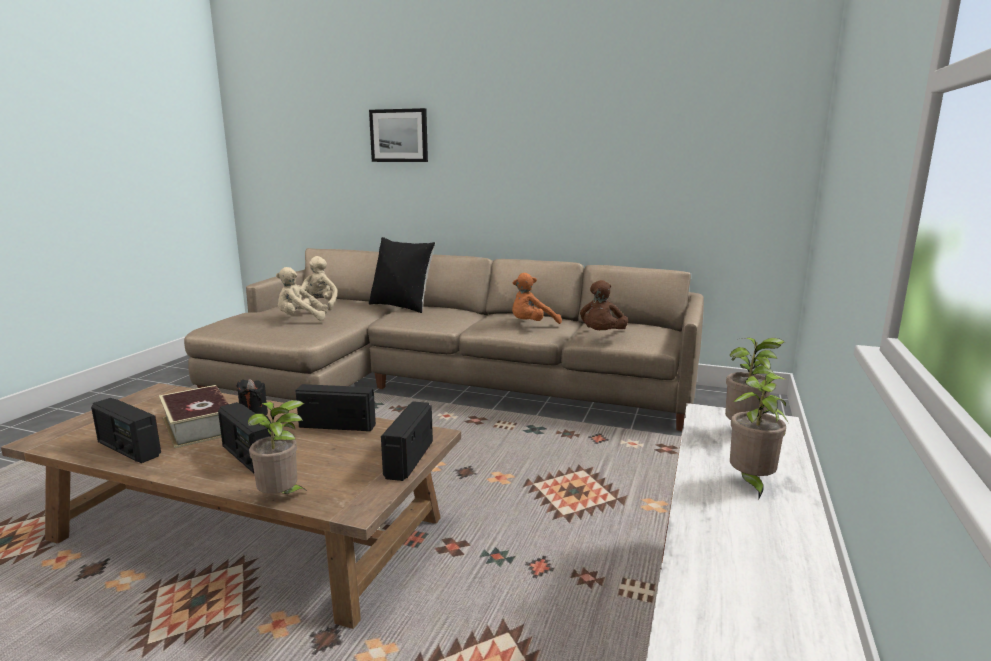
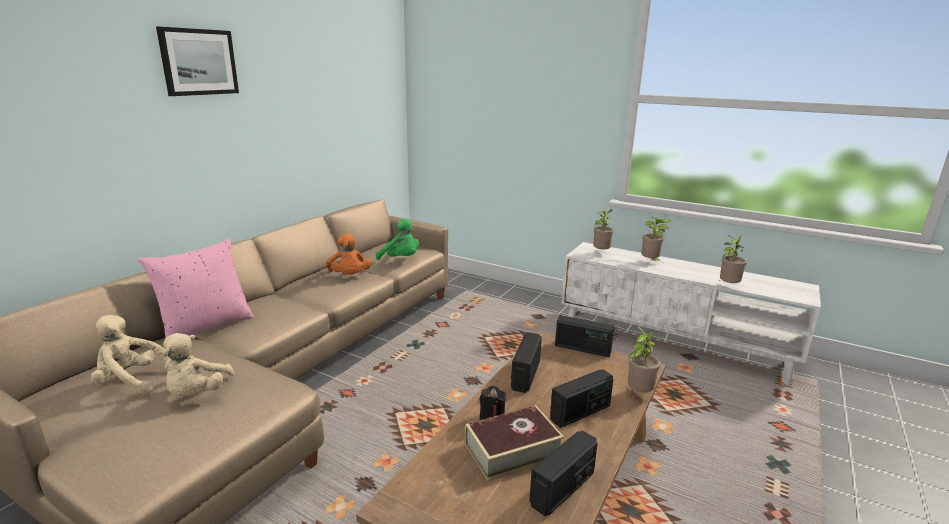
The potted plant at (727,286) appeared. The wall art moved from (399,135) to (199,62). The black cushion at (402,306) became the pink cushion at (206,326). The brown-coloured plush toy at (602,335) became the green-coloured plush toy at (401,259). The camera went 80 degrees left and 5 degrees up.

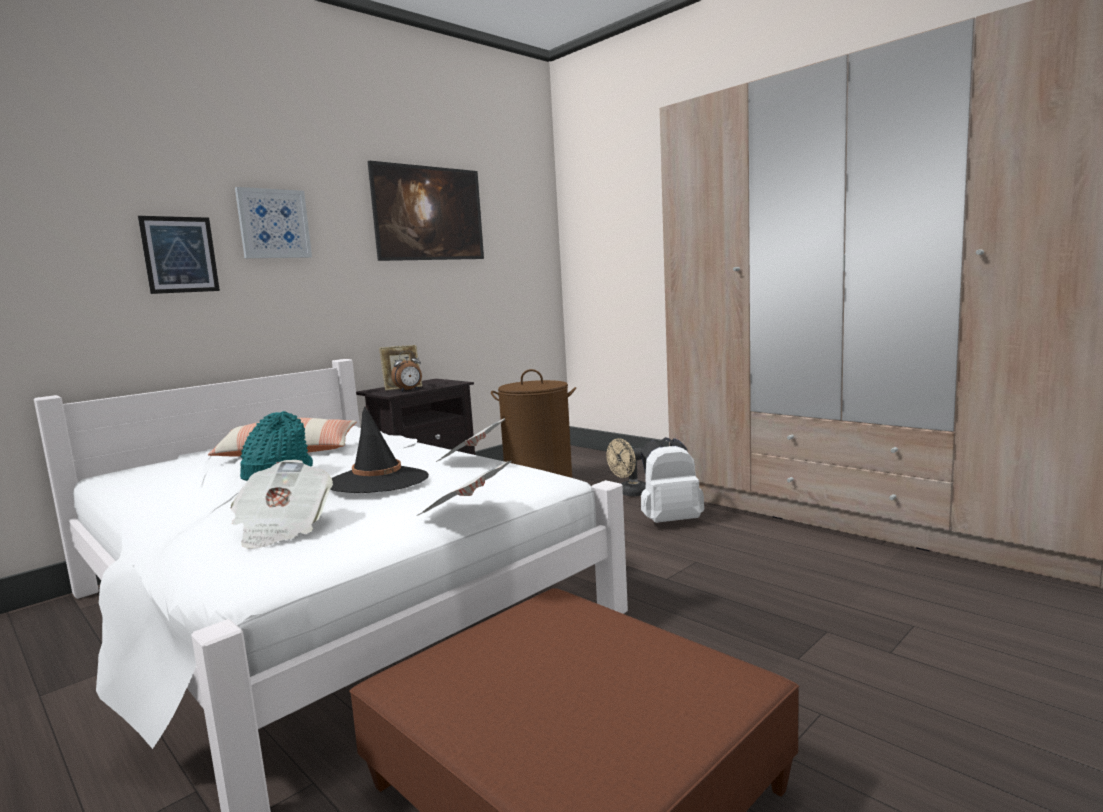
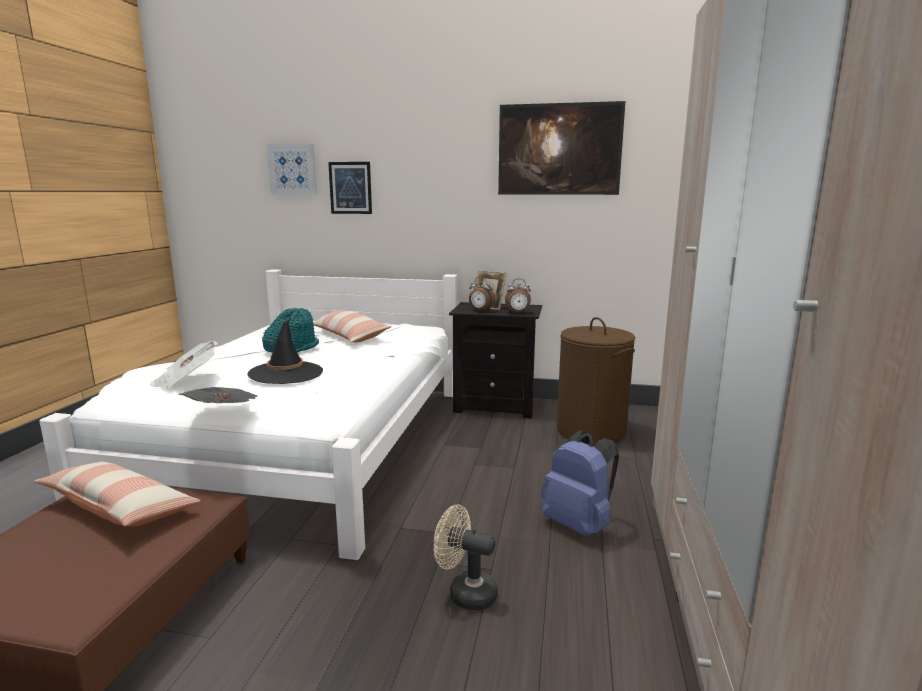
The daily paper at (472,460) disappeared. The cushion at (120,508) appeared. The alarm clock at (517,313) appeared. The wall art moved from (273,224) to (292,169). The beige cooling fan moved from (629,493) to (465,592). The white-coloured backpack at (670,521) became the blue-coloured backpack at (579,524). The camera went 55 degrees right and 5 degrees up.

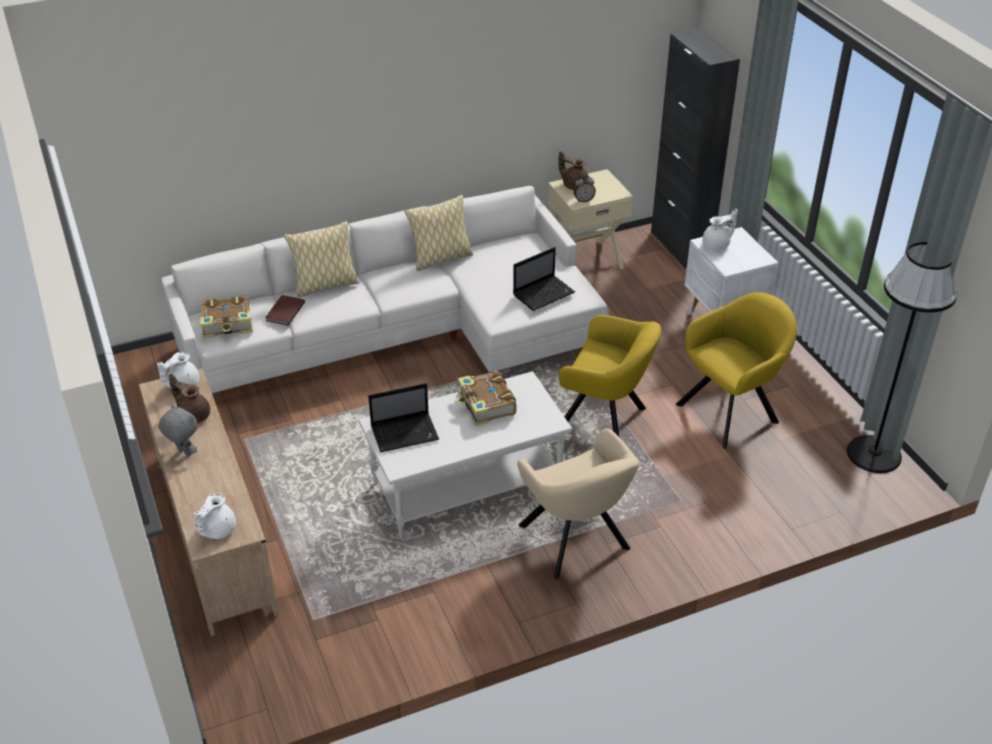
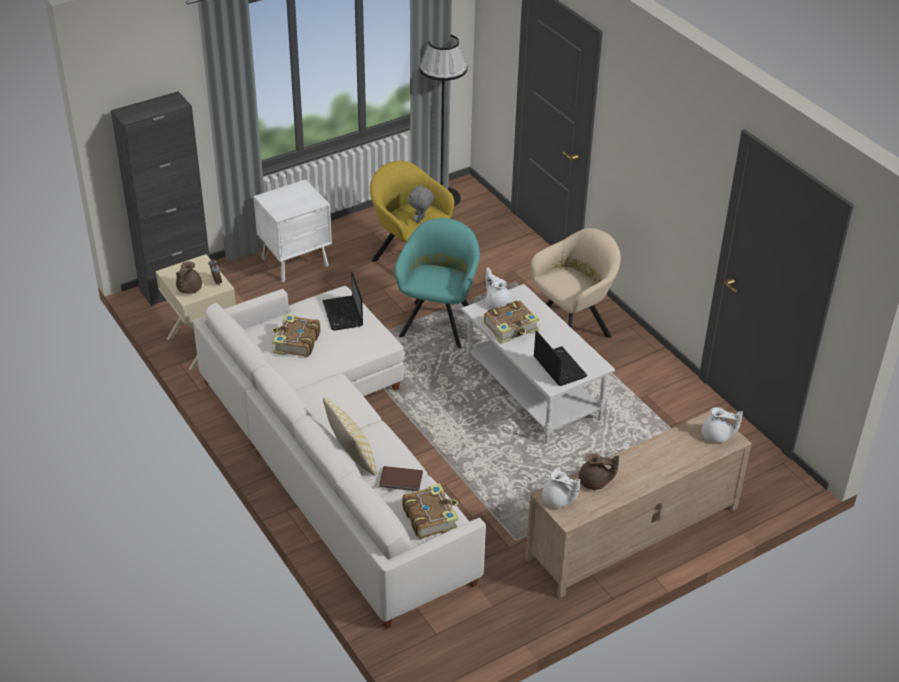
The cushion at (441,259) disappeared. The bound book at (296,342) appeared. The grey plush toy moved from (184,453) to (420,220). The white-coloured teapot moved from (717,245) to (497,303). The yellowish armchair at (605,423) became the turquoise-coloured armchair at (439,321). The brown-coloured teapot at (193,415) turned 105 degrees counterclockwise. The notebook computer at (544,293) turned 150 degrees counterclockwise. The camera went 100 degrees left and 0 degrees up.

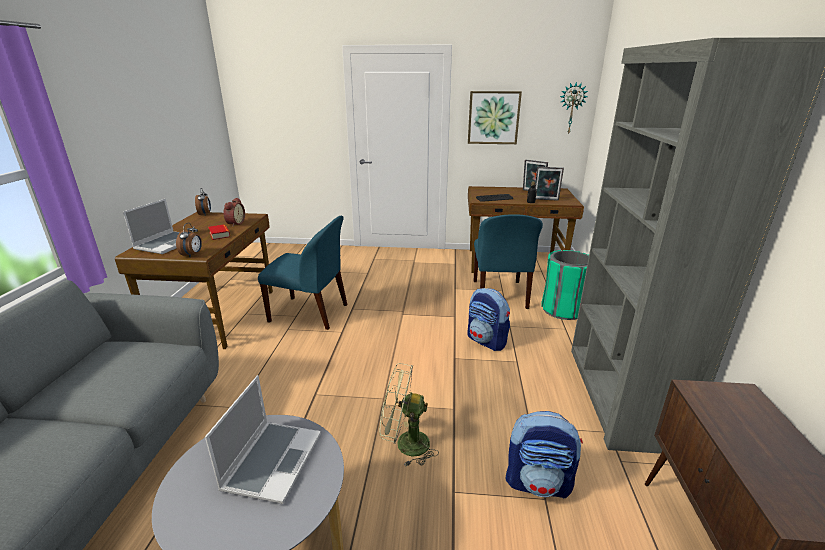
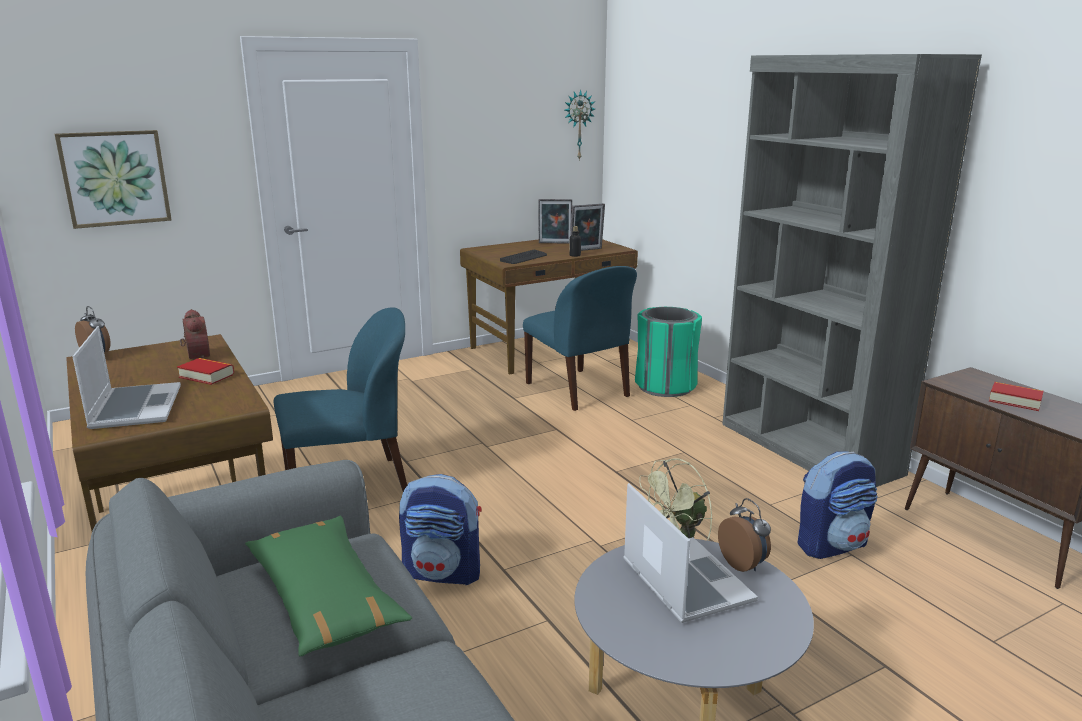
The green-coloured cushion at (324,598) appeared. The bound book at (1015,401) appeared. The alarm clock moved from (193,255) to (744,564). The backpack moved from (487,341) to (443,572). The wall art moved from (493,117) to (115,178). The camera went 35 degrees left and 5 degrees down.

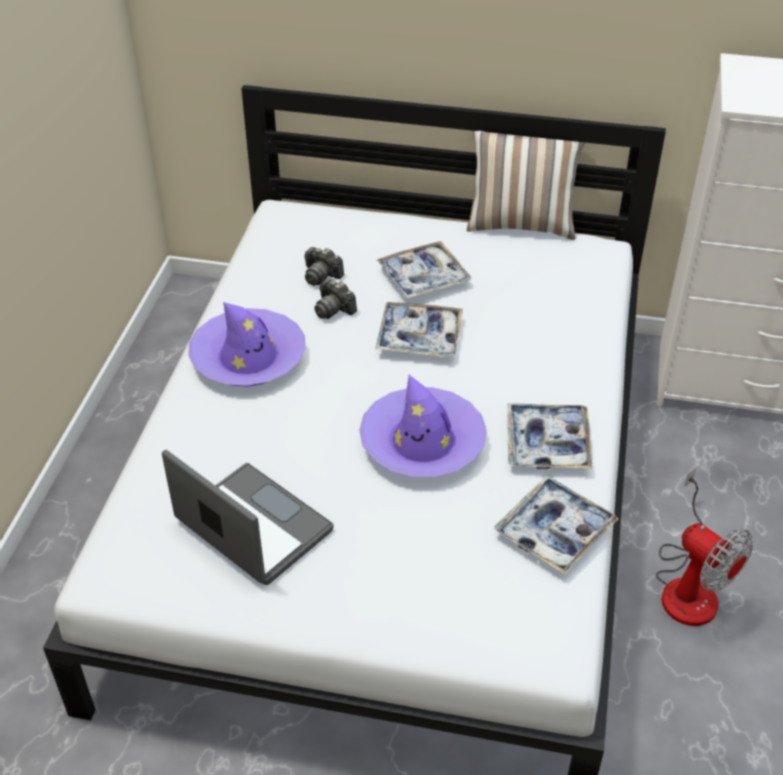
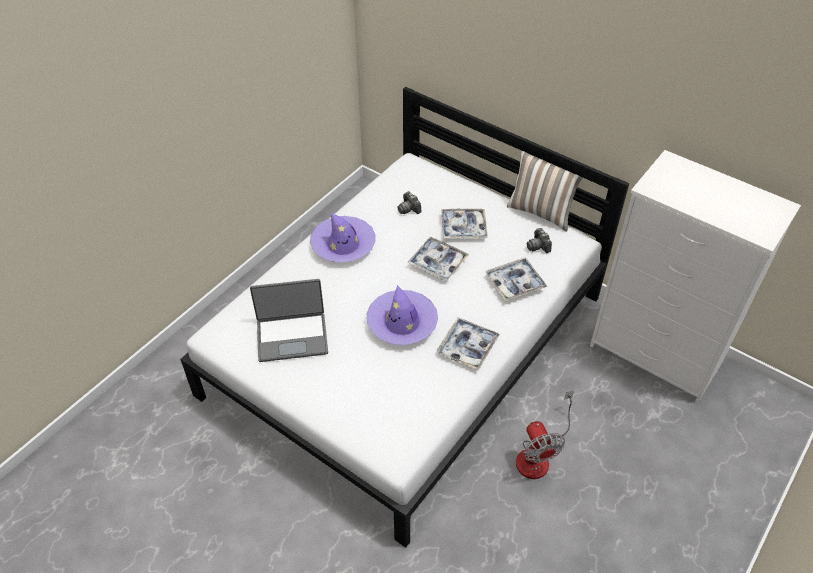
The still camera moved from (334,309) to (538,246). The carrying tray moved from (554,531) to (515,283). The notebook computer at (252,527) turned 105 degrees clockwise. The camera went 25 degrees right and 5 degrees up.

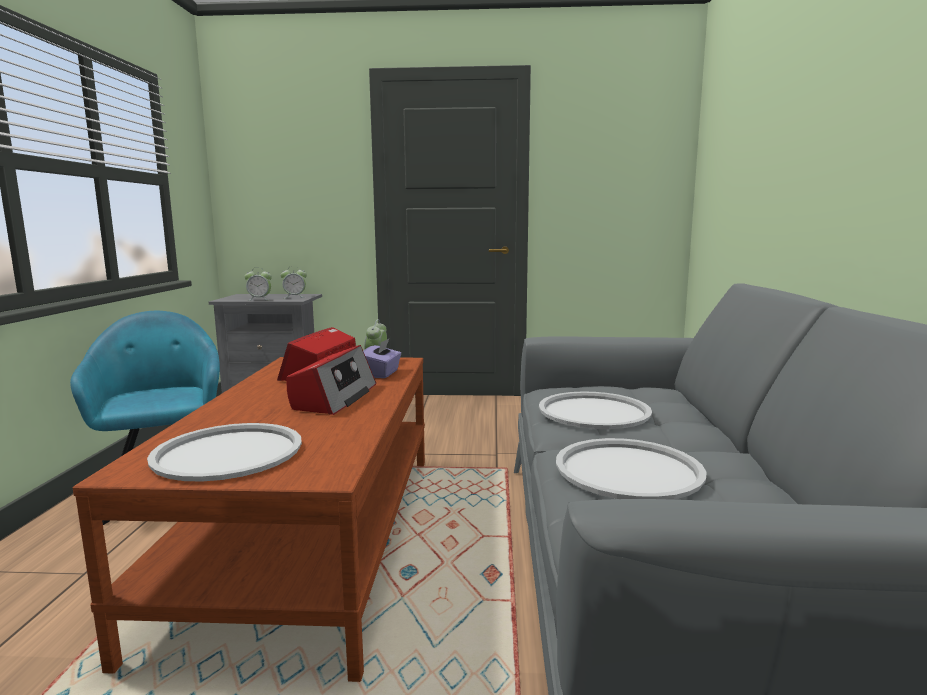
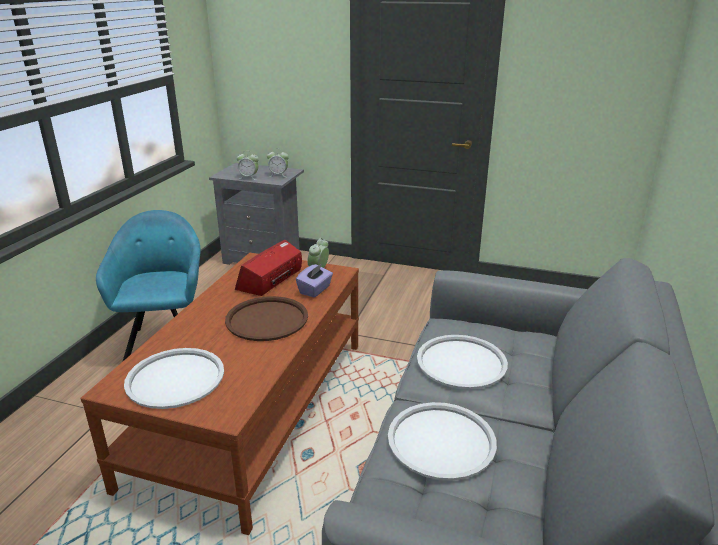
The radio set at (334,397) was replaced by the brown-coloured carrying tray at (267,319). The camera went 15 degrees right and 15 degrees up.

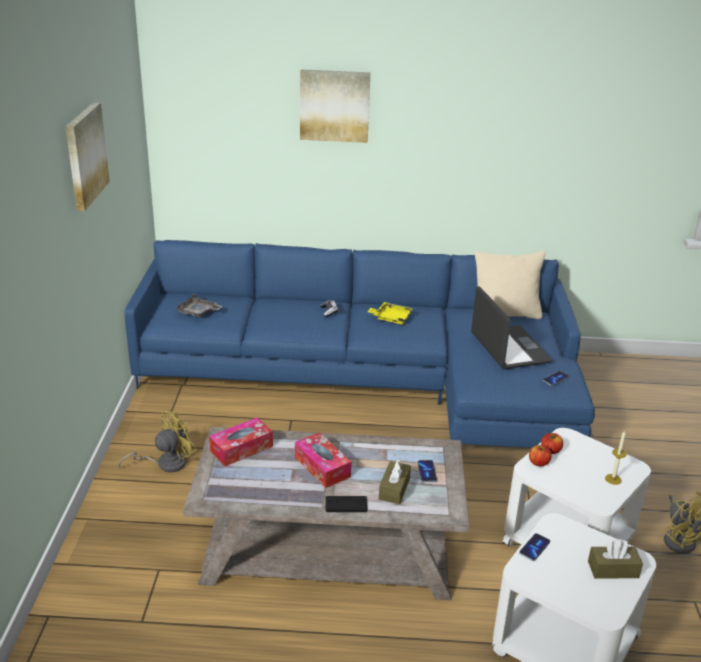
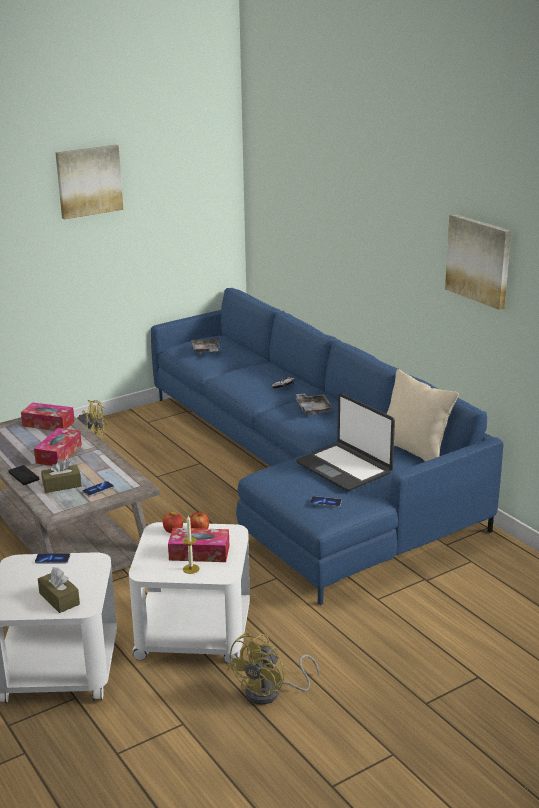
The tissue box at (199,553) appeared. The wall art moved from (334,105) to (479,260). The yellowish carrying tray at (391,318) became the grey carrying tray at (313,409). The notebook computer at (508,348) turned 105 degrees clockwise. The camera went 55 degrees right and 5 degrees down.

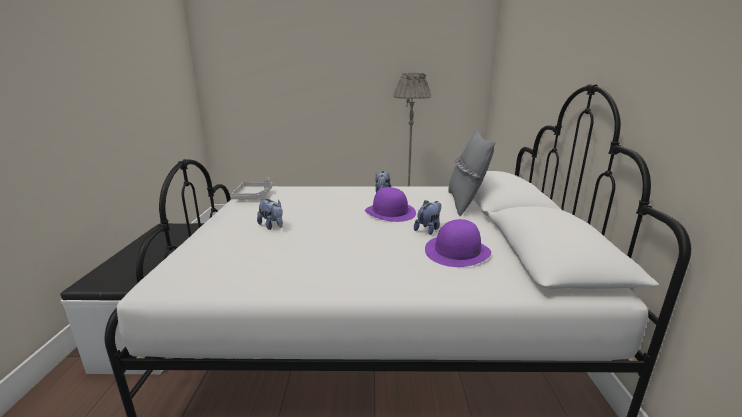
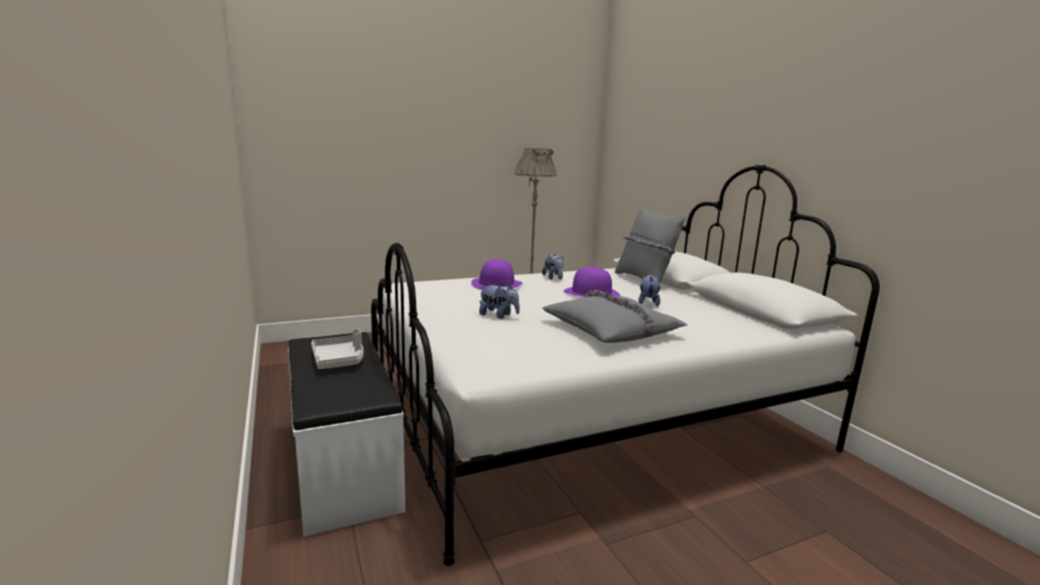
The grey cushion at (612,330) appeared. The grey carrying tray moved from (253,196) to (339,360). The purplish hat moved from (457,251) to (496,284). The camera went 25 degrees left and 5 degrees down.

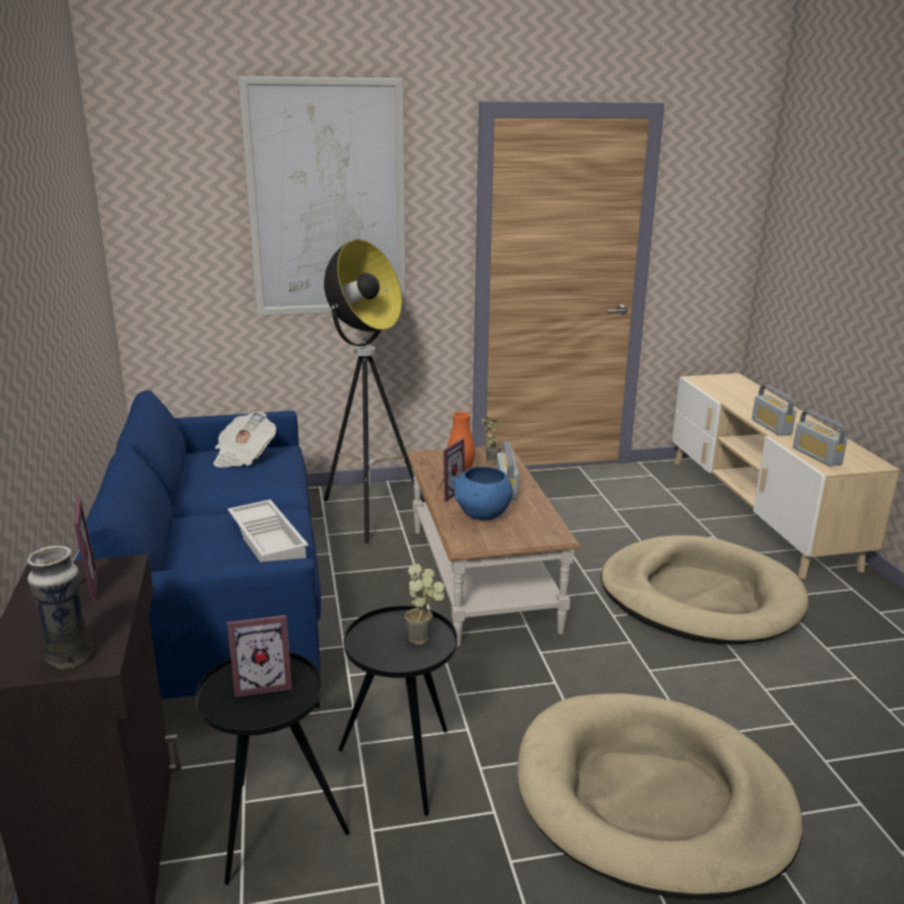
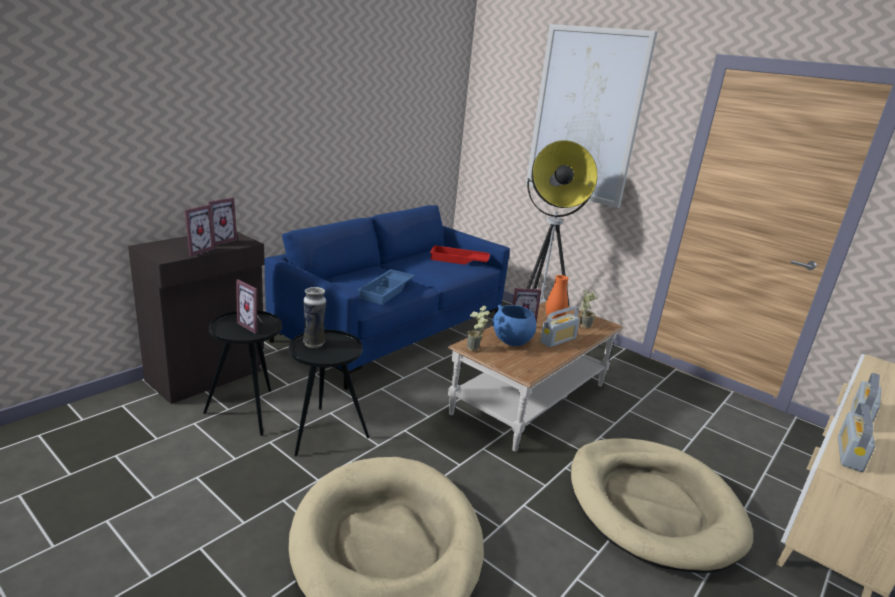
The standing frame at (196,250) appeared. The decorative vase moved from (69,657) to (314,343). The potted plant moved from (425,638) to (475,350). The daily paper at (243,457) was replaced by the red-coloured carrying tray at (458,260). The white-coloured carrying tray at (269,539) became the blue-coloured carrying tray at (387,291). The camera went 50 degrees right and 0 degrees up.

